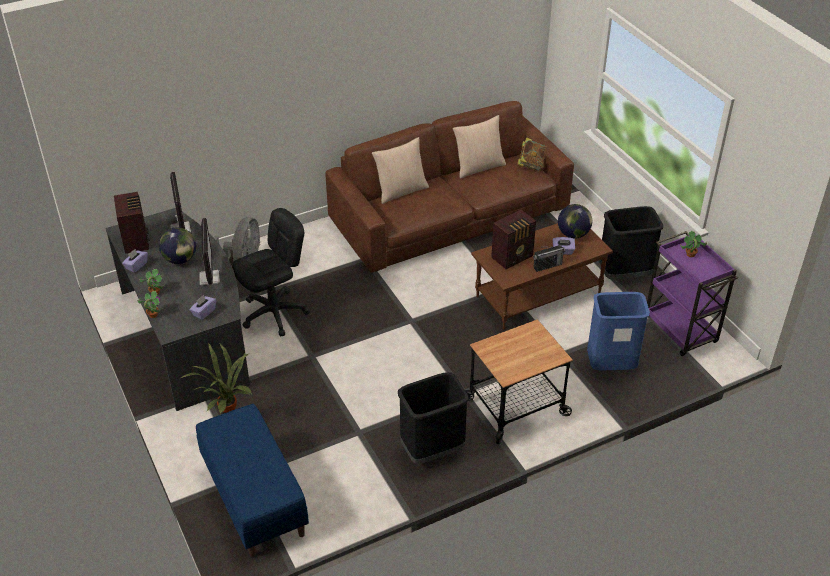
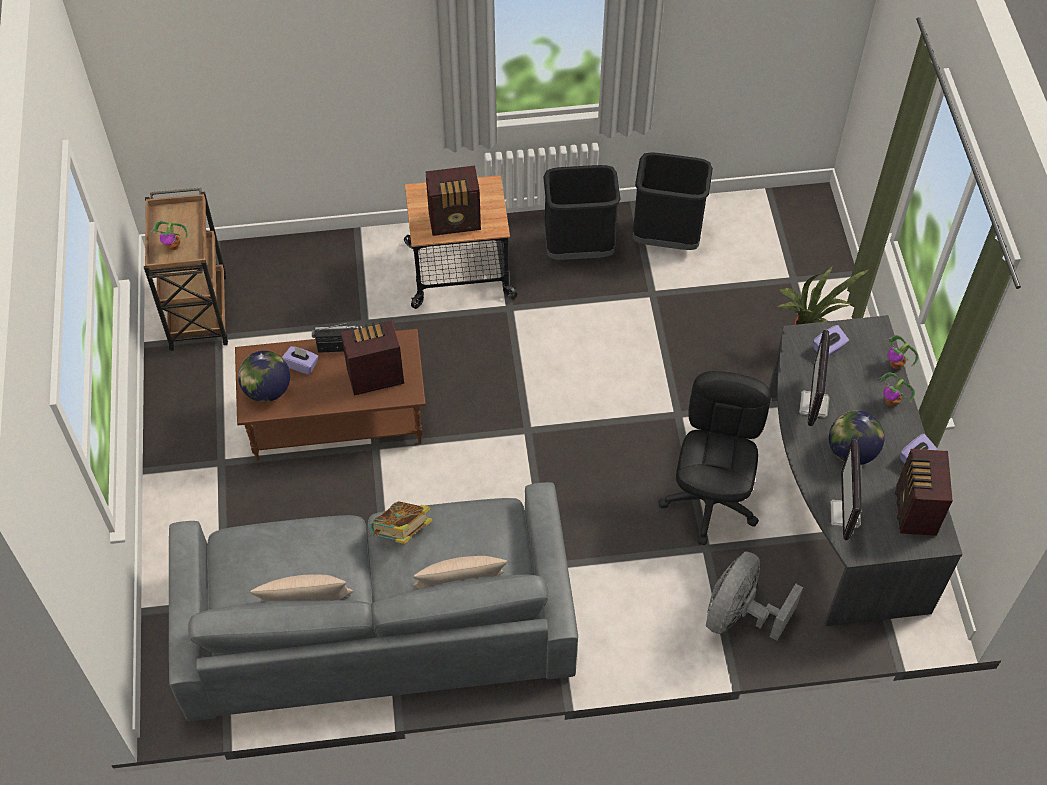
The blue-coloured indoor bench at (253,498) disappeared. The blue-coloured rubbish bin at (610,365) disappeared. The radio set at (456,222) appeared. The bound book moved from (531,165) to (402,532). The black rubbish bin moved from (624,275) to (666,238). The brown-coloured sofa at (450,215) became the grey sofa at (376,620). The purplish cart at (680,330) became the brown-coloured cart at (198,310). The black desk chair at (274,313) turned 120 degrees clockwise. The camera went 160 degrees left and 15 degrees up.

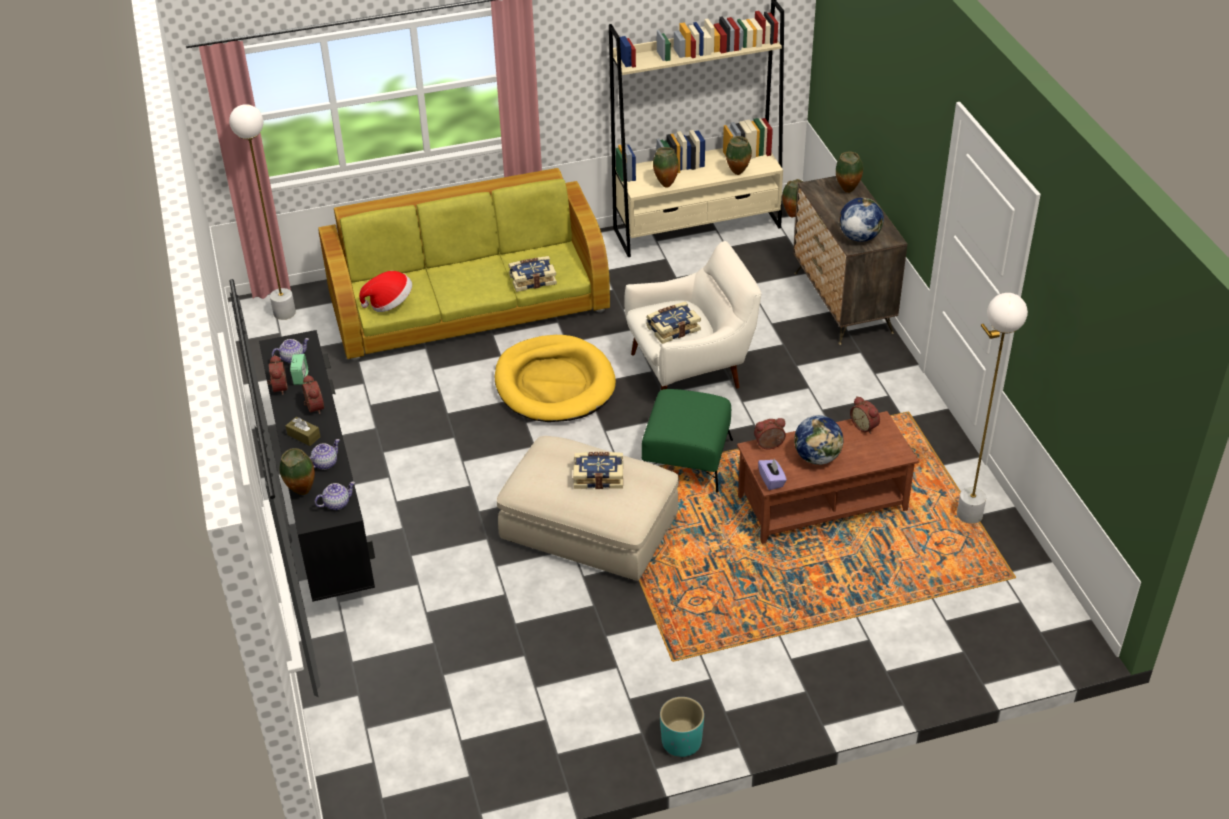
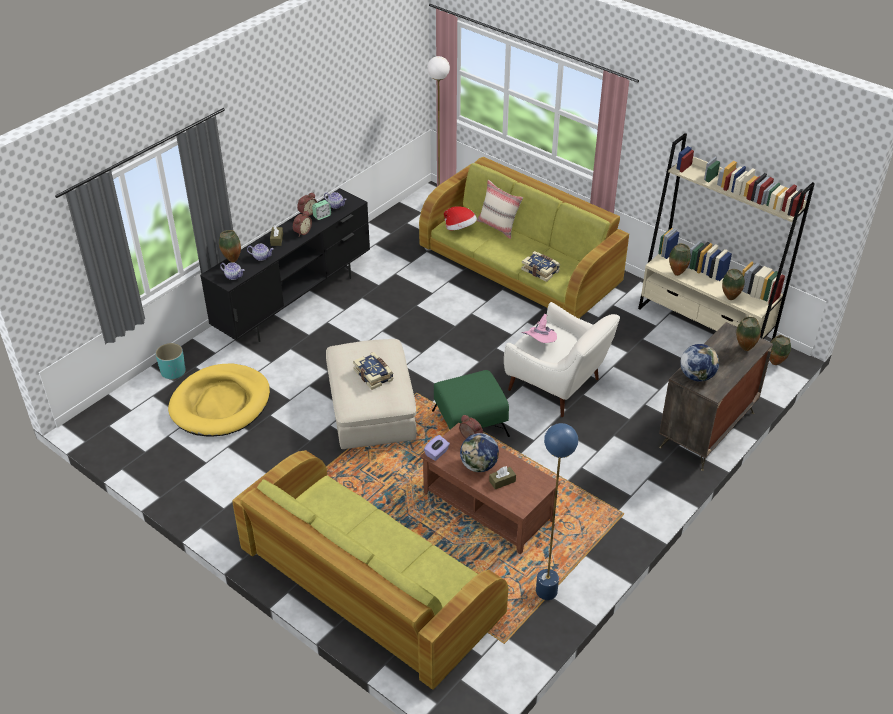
The alarm clock at (865,426) disappeared. The green-coloured sofa at (369,584) appeared. The beige cushion at (498,227) appeared. The brown-coloured tissue box at (502,481) appeared. The yellowish pet bed moved from (554,384) to (221,404). The turquoise-coloured flower pot moved from (681,742) to (173,372). The bound book at (672,328) was replaced by the pink hat at (540,344). The white-coloured floor lamp at (969,515) became the blue-coloured floor lamp at (546,591). The camera went 55 degrees right and 0 degrees up.

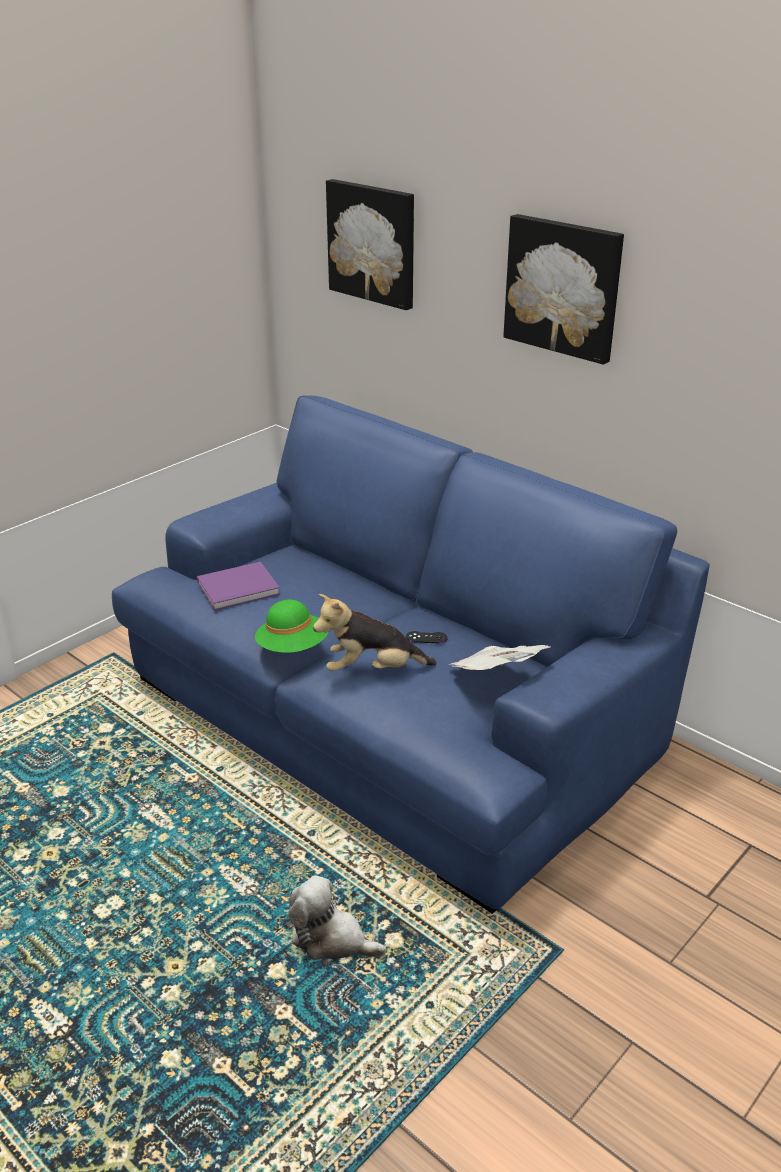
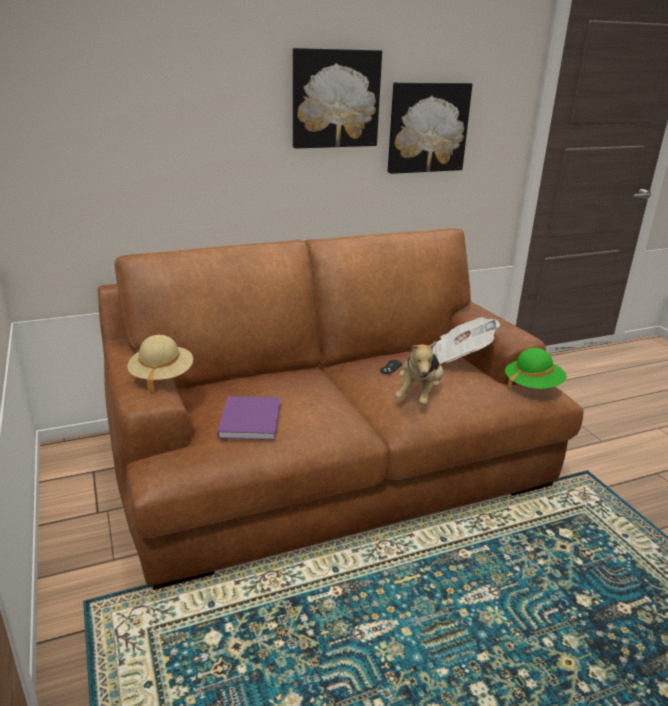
The plush toy at (332,939) disappeared. The beige hat at (162,376) appeared. The green-coloured hat moved from (293,648) to (532,386). The wall art moved from (373,243) to (427,127). The blue-coloured sofa at (391,713) became the brown-coloured sofa at (329,460). The camera went 65 degrees left and 5 degrees down.

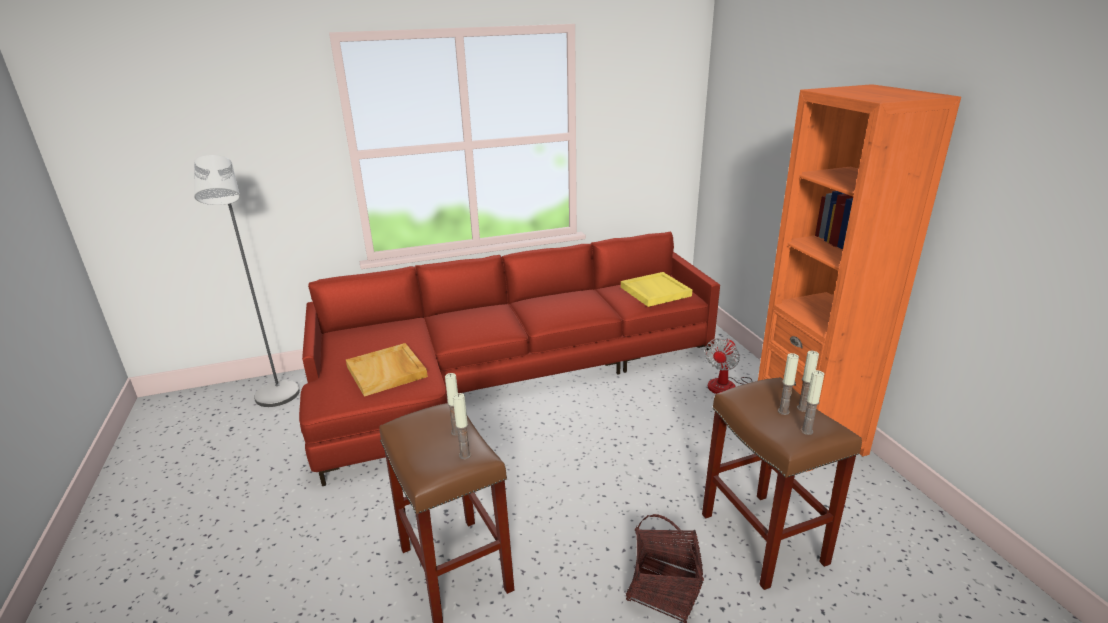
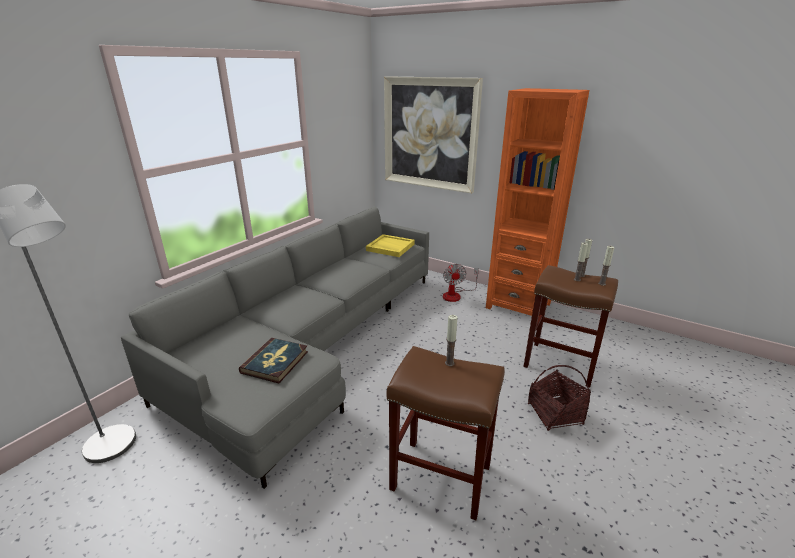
The wax candle at (465,455) disappeared. The wall art at (429,134) appeared. The beige carrying tray at (387,372) was replaced by the bound book at (275,362). The red-coloured sofa at (502,378) became the grey sofa at (313,343). The camera went 40 degrees left and 0 degrees up.

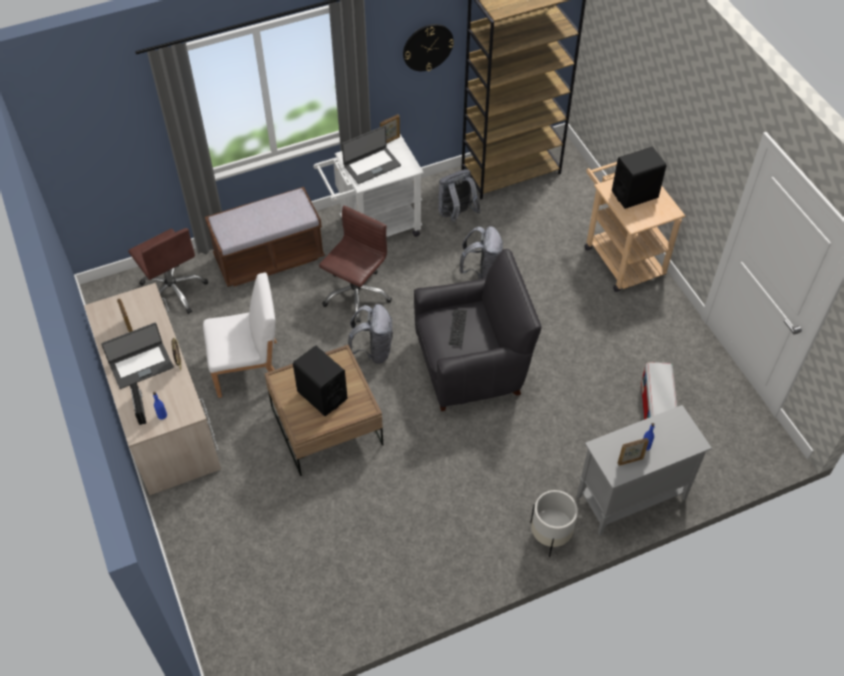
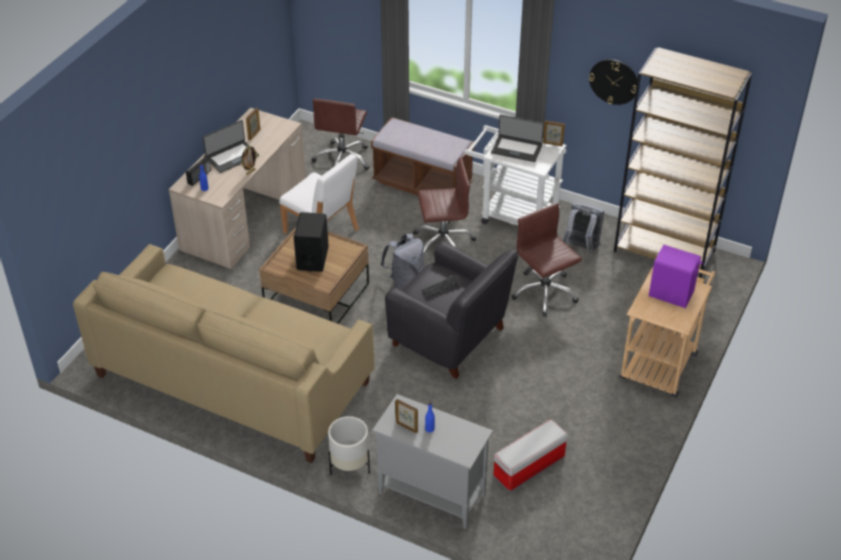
The beige sofa at (233,379) appeared. The grey backpack at (482,272) was replaced by the brown-coloured desk chair at (544,293). The black audio speaker at (635,194) became the purplish audio speaker at (671,294). The notebook computer at (141,365) turned 60 degrees counterclockwise. The camera went 50 degrees right and 10 degrees down.

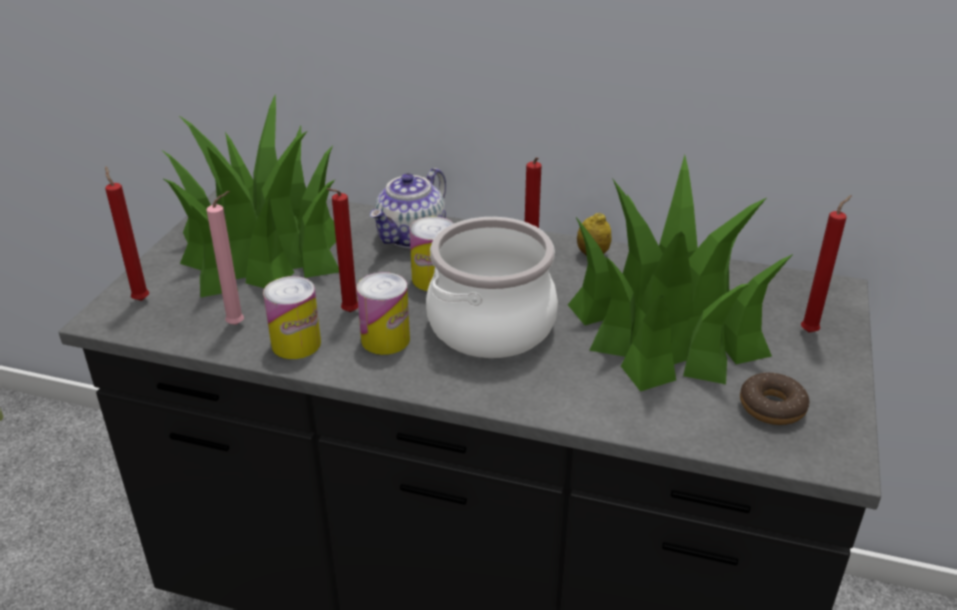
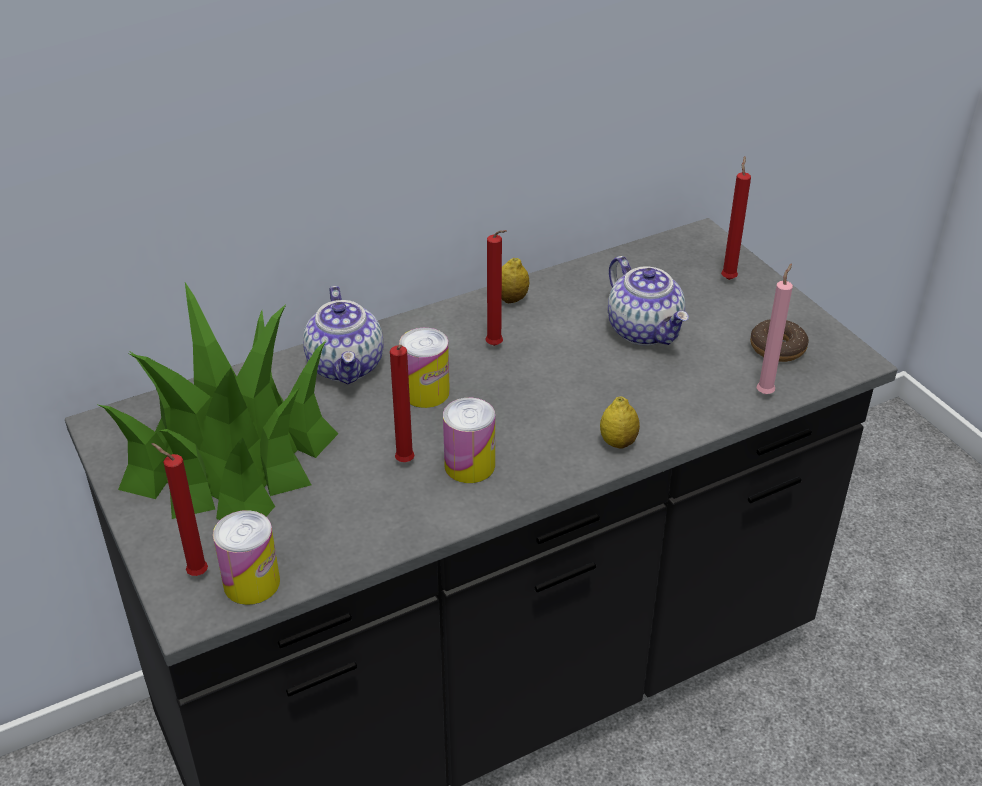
The stockpot at (490,325) disappeared. The lemon at (618,442) appeared. The pink wax candle moved from (239,324) to (765,392). The sealed can moved from (296,344) to (251,583). The potted plant at (667,329) was replaced by the teapot at (645,330). The camera went 45 degrees left and 5 degrees up.

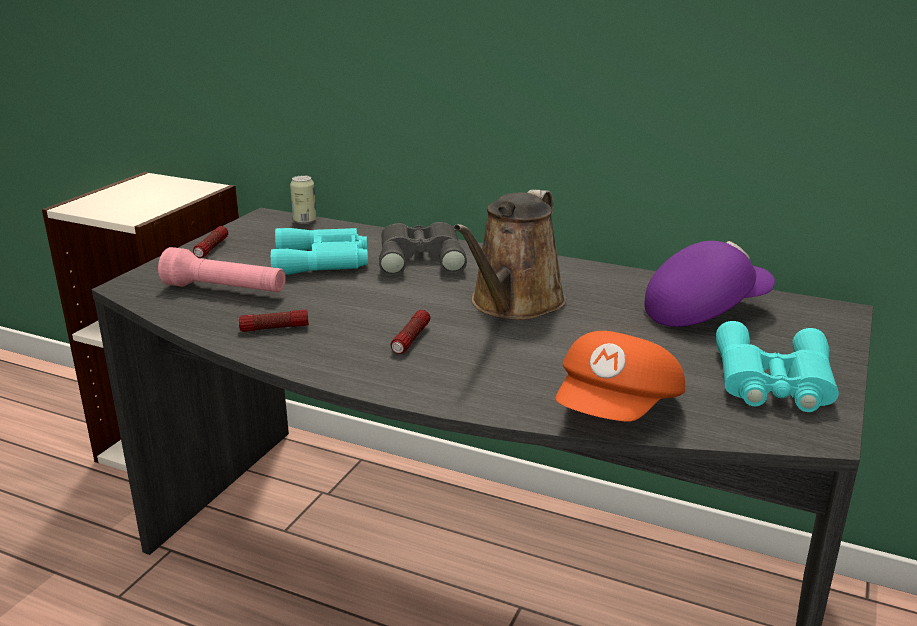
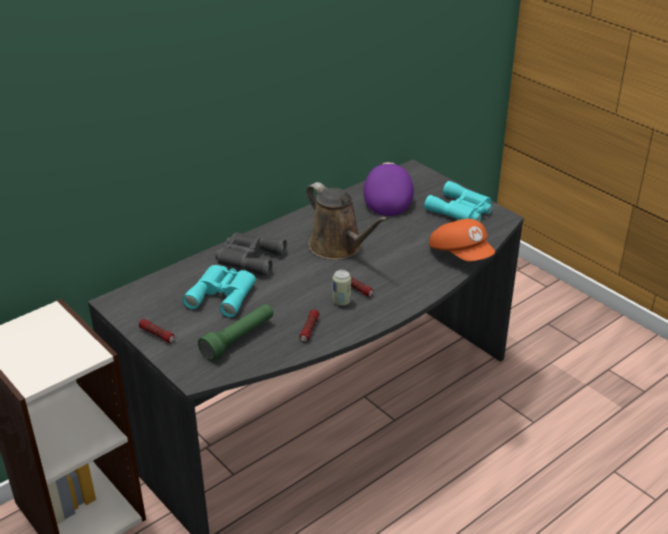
The sealed can moved from (305,221) to (341,301). The pink torch at (225,290) became the green-coloured torch at (238,339). The camera went 65 degrees left and 10 degrees up.

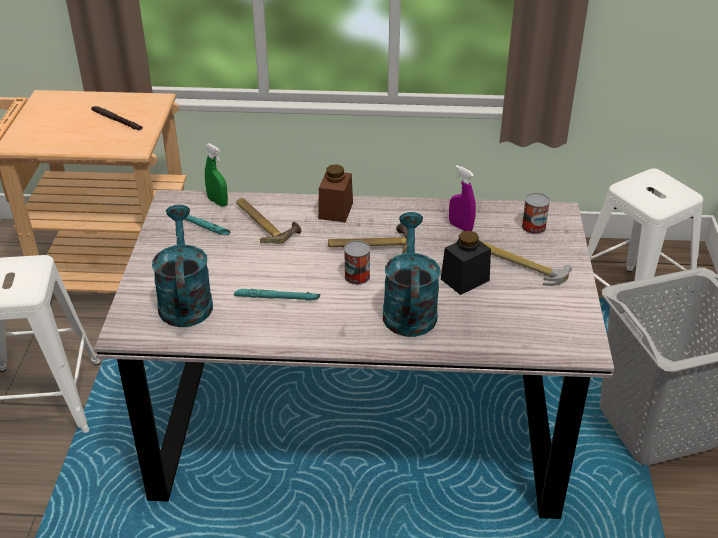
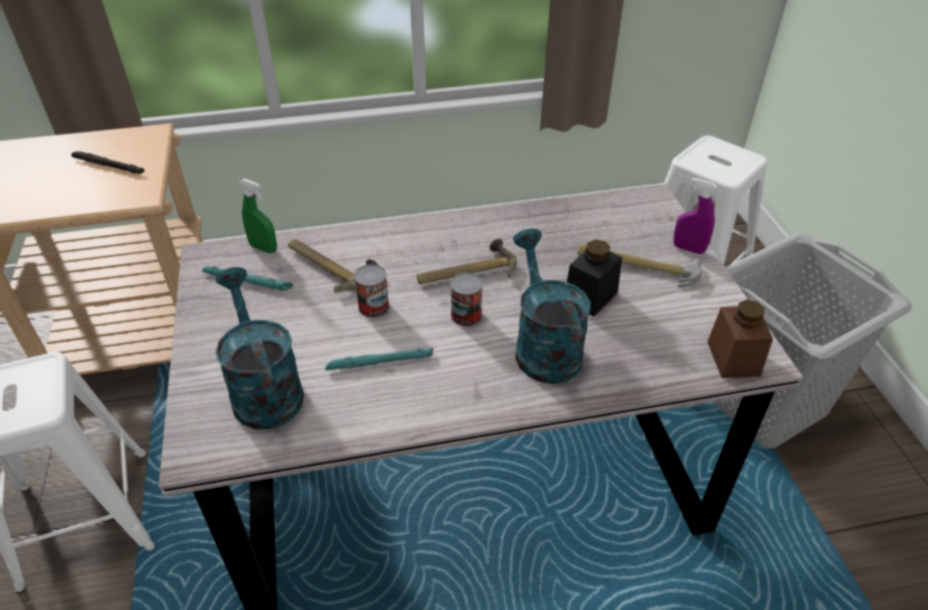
The brown-coloured preserve jar moved from (335,210) to (733,358). The purplish spray bottle moved from (460,227) to (688,249). The sealed can moved from (533,227) to (373,307). The camera went 15 degrees left and 5 degrees up.

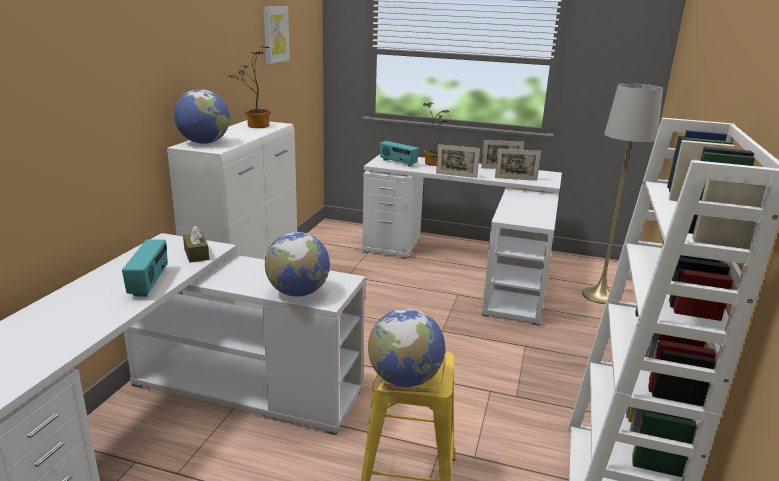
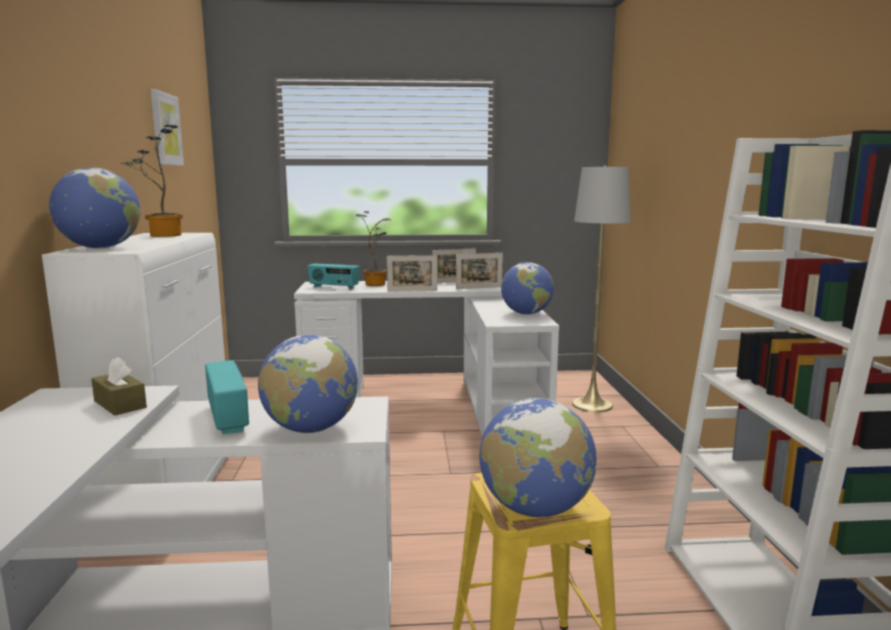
The globe at (526,314) appeared. The radio set moved from (149,283) to (229,418). The camera went 20 degrees left and 10 degrees down.

